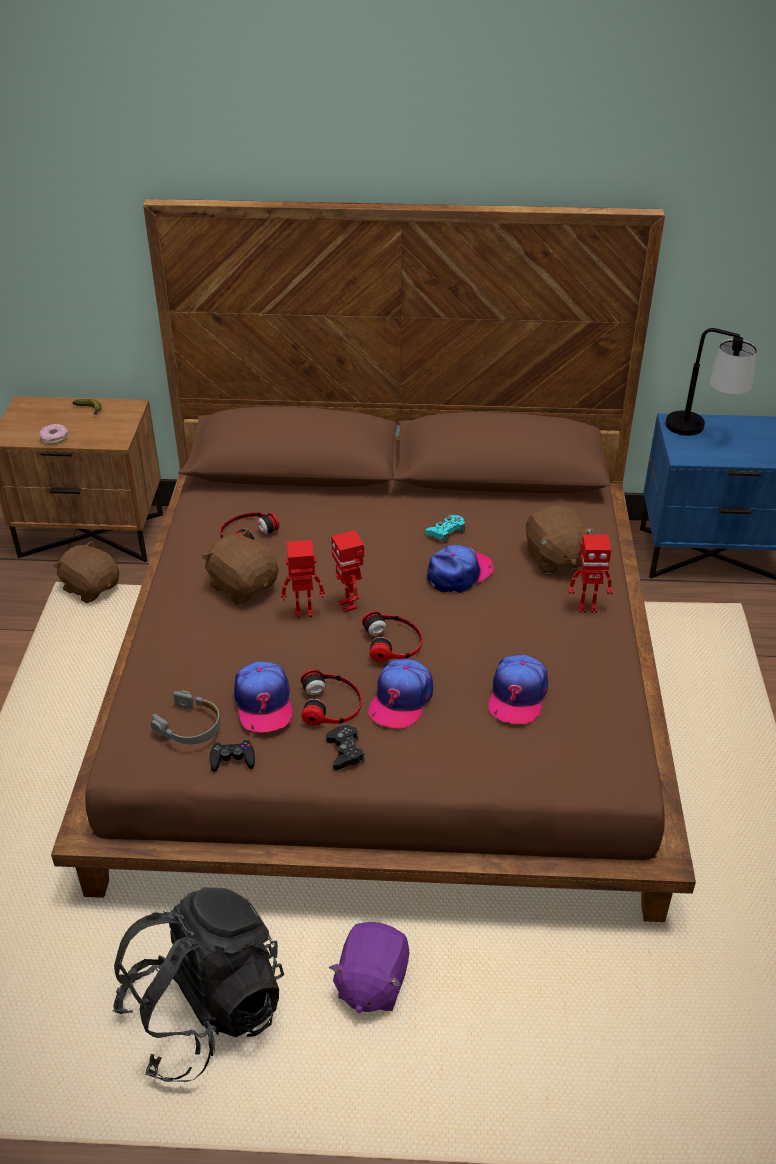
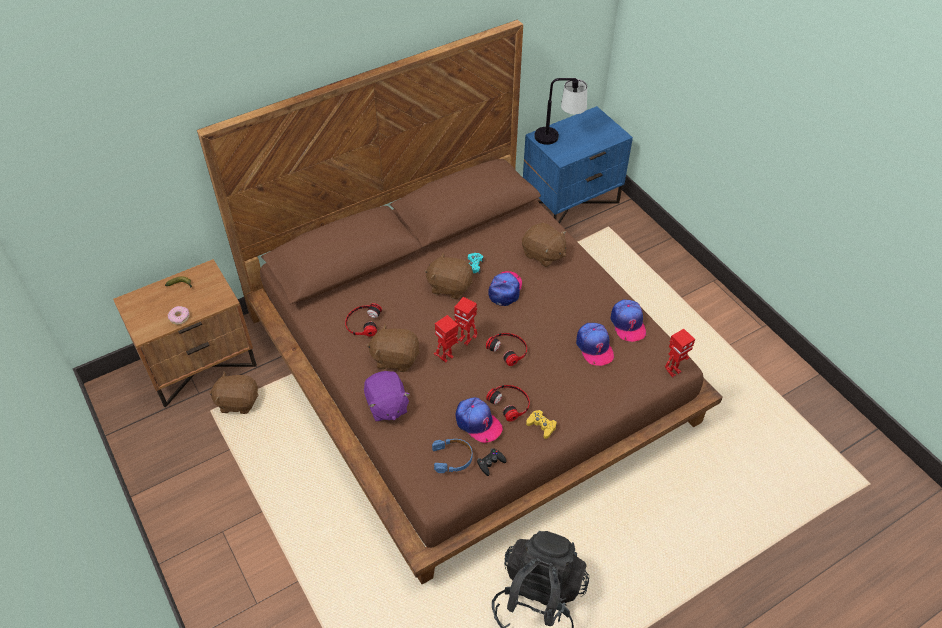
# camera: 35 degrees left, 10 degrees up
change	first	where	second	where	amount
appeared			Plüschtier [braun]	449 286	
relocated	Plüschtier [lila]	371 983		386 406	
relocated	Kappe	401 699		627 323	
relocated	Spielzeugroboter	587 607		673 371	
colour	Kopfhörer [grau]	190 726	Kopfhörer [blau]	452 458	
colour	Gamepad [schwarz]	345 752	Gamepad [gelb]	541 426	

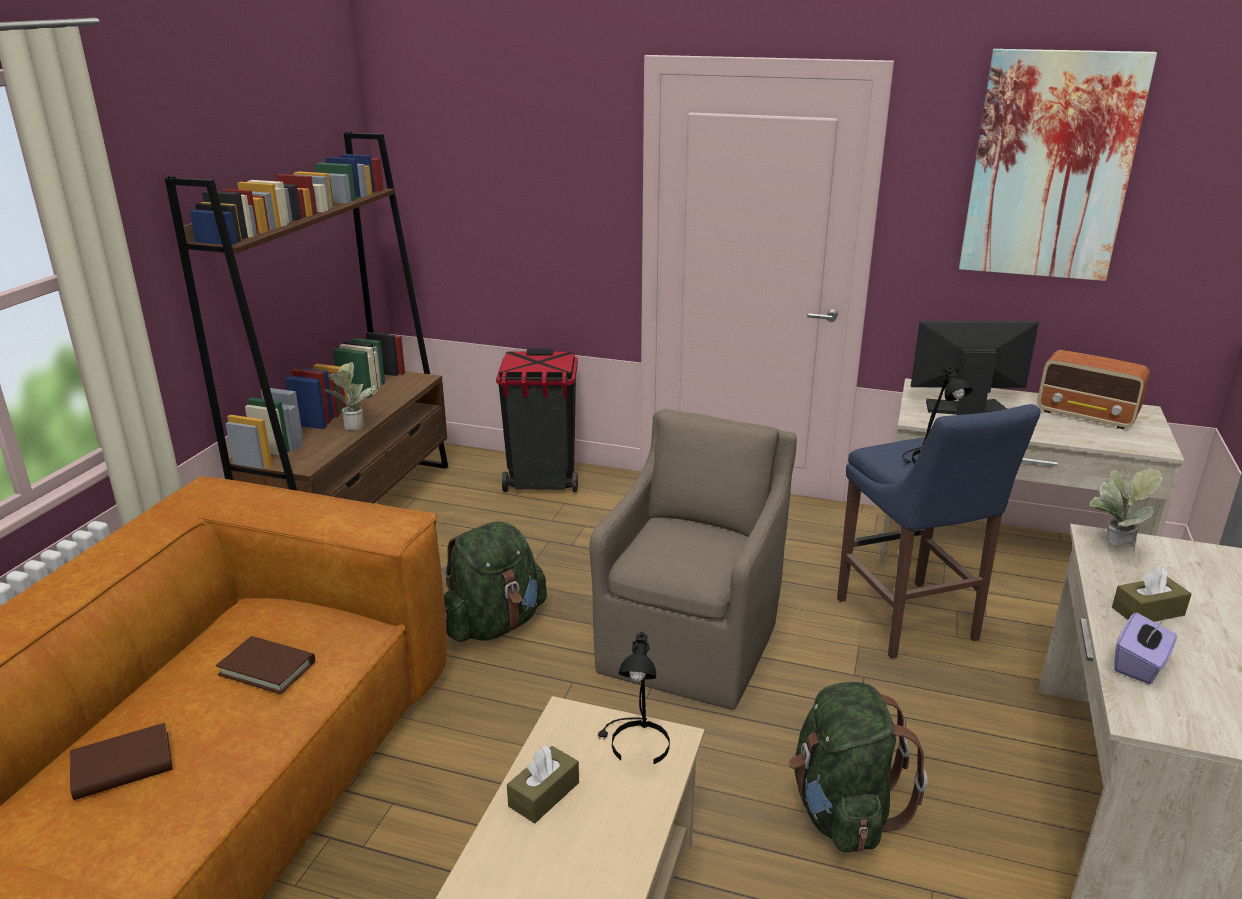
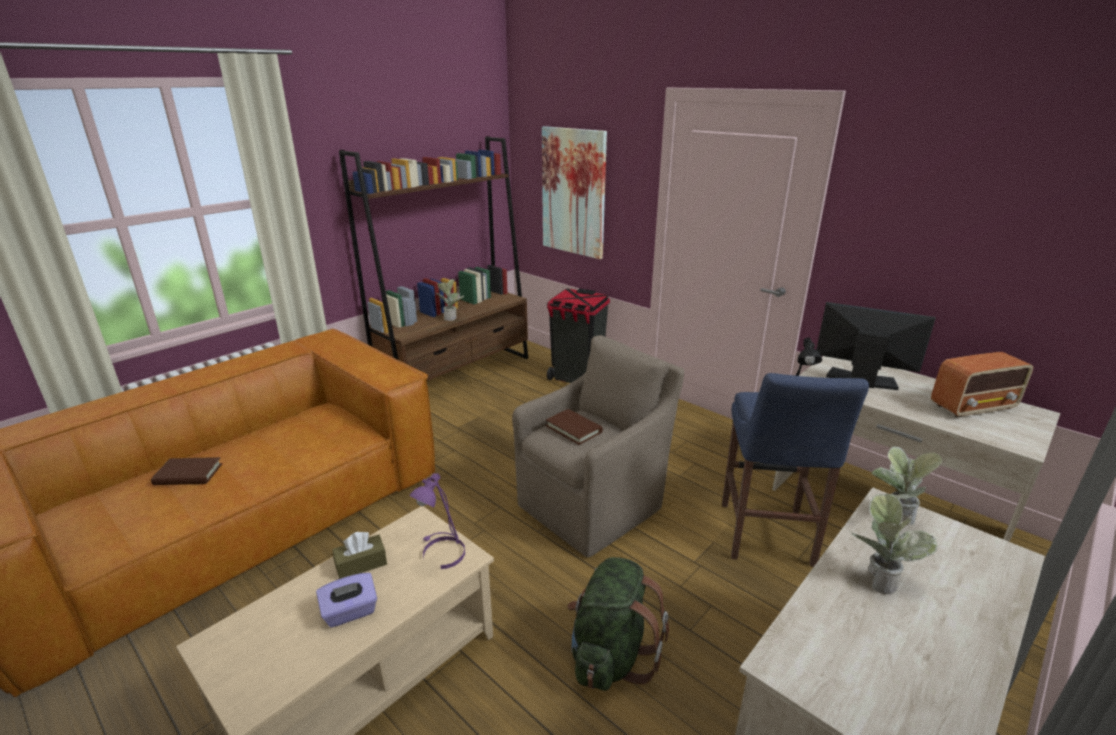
# camera: 25 degrees right, 0 degrees up
change	first	where	second	where	amount
missing	Rucksack [grün]	495 624			
relocated	Buch [braun]	267 668		573 429	
relocated	Bild	1050 167		573 192	
relocated	Taschentuchbox [lila]	1140 665		350 612	
exchanged	Taschentuchbox [braun]	1148 611	Topfpflanze	877 578	
colour	Tischlampe [schwarz]	635 745	Tischlampe [lila]	441 552	
spun	Radio	1087 416		973 406	75 degrees counterclockwise

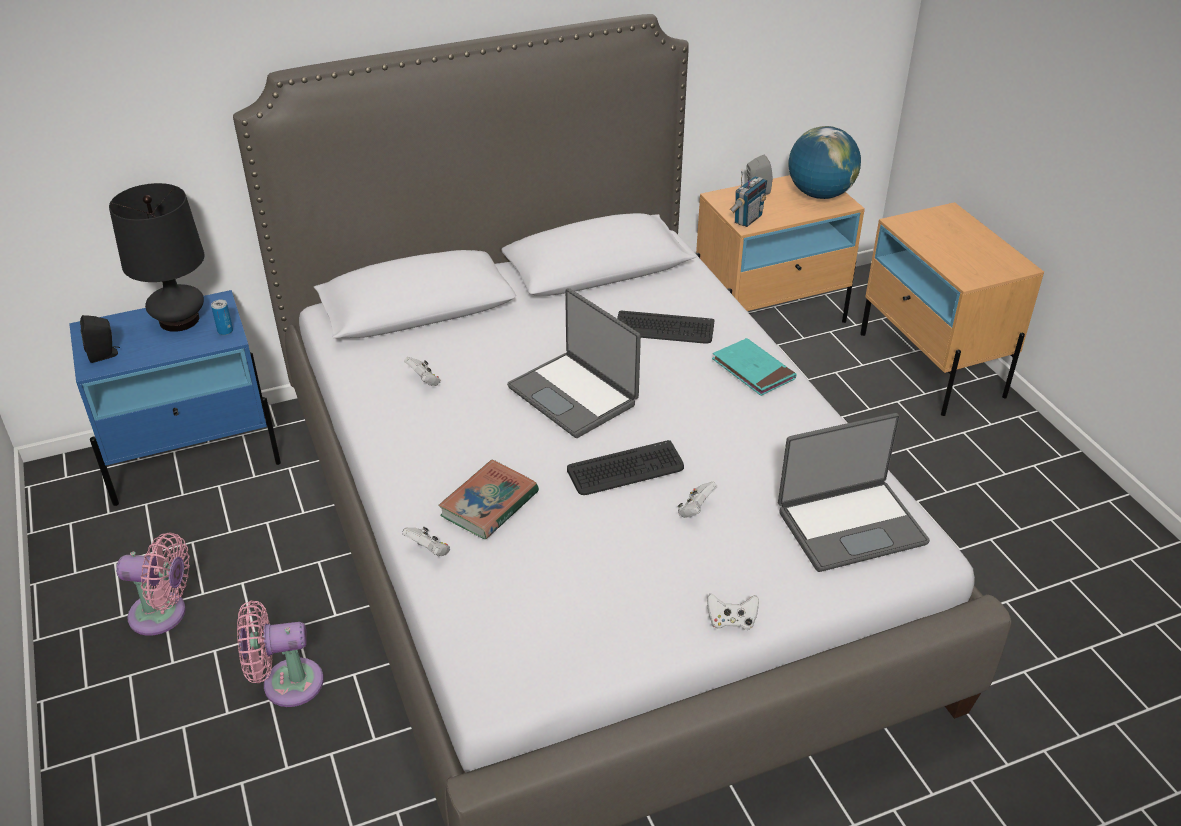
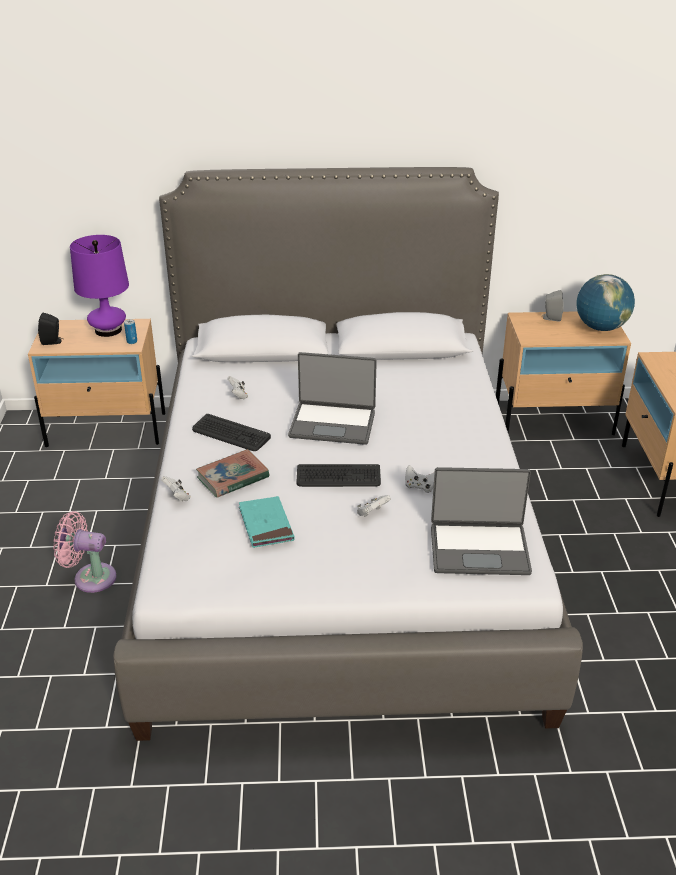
# camera: 20 degrees right, 5 degrees down
change	first	where	second	where	amount
missing	Ventilator [rosa]	163 614			
missing	Radio	747 219			
relocated	Tastatur	664 329		230 434	
relocated	Gamepad [weiß]	731 621		420 487	
relocated	Buch [türkis]	753 370		266 524	
colour	Nachttisch [blau]	194 458	Nachttisch [beige]	107 429	
colour	Tischlampe [schwarz]	179 320	Tischlampe [lila]	108 330	
spun	Laptop	574 395		333 424	60 degrees counterclockwise

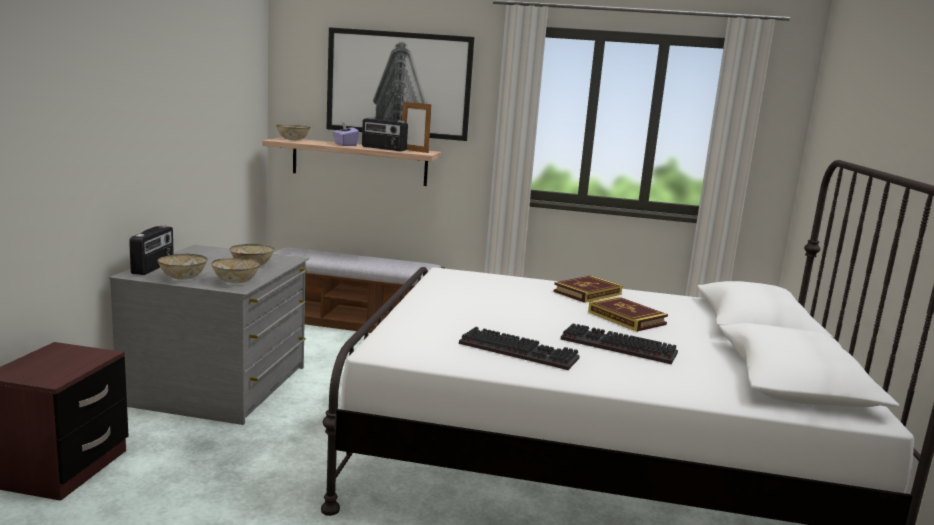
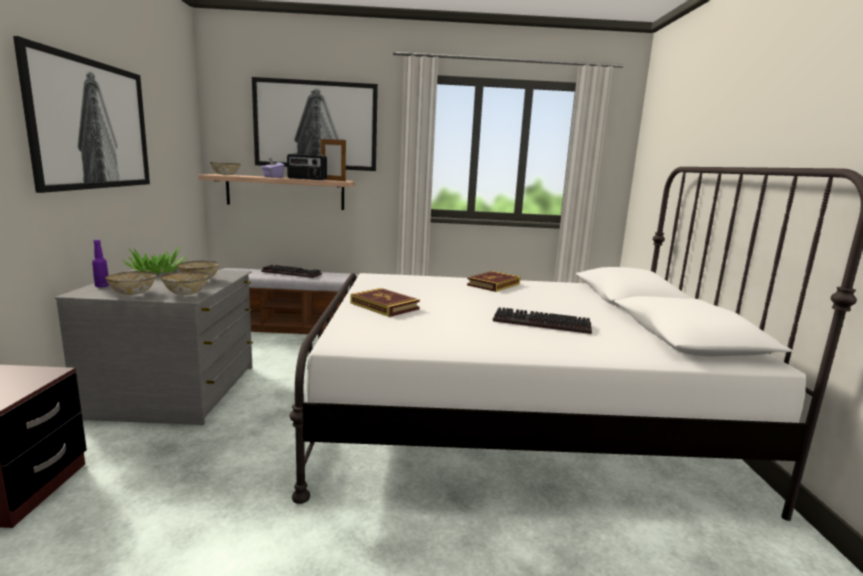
# camera: 10 degrees left, 0 degrees up
change	first	where	second	where	amount
appeared			Bild	91 125	
appeared			Topfpflanze	157 271	
relocated	Tastatur	521 351		293 273	
relocated	Buch	626 318		384 306	
exchanged	Radio	154 267	Flasche [lila]	102 286	

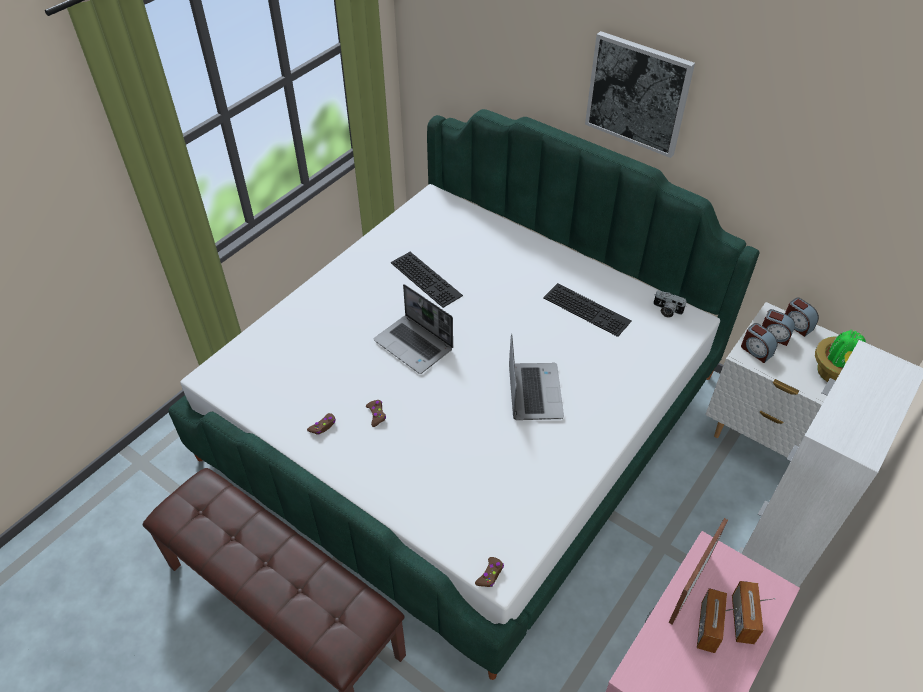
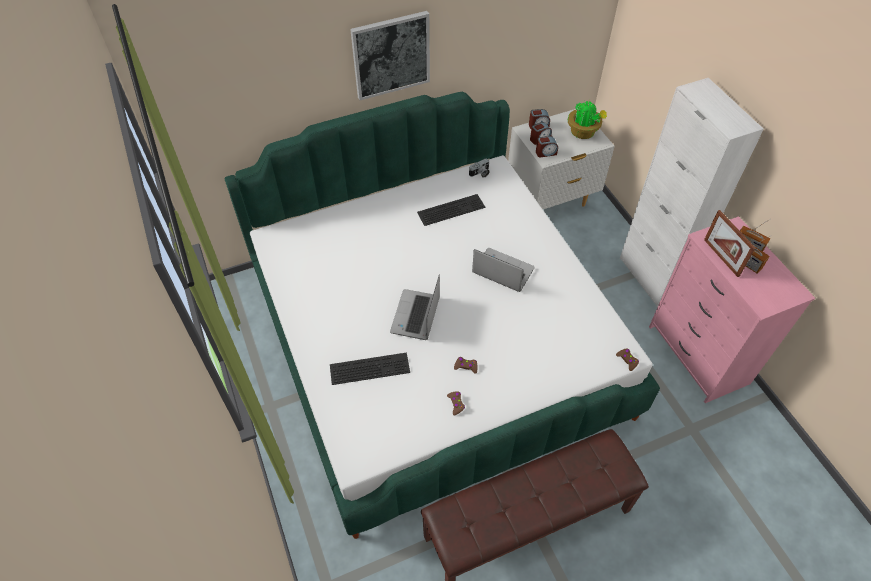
# camera: 60 degrees left, 5 degrees up
change	first	where	second	where	amount
relocated	Tastatur	427 278		370 367	
spun	Laptop	414 345		416 316	120 degrees clockwise

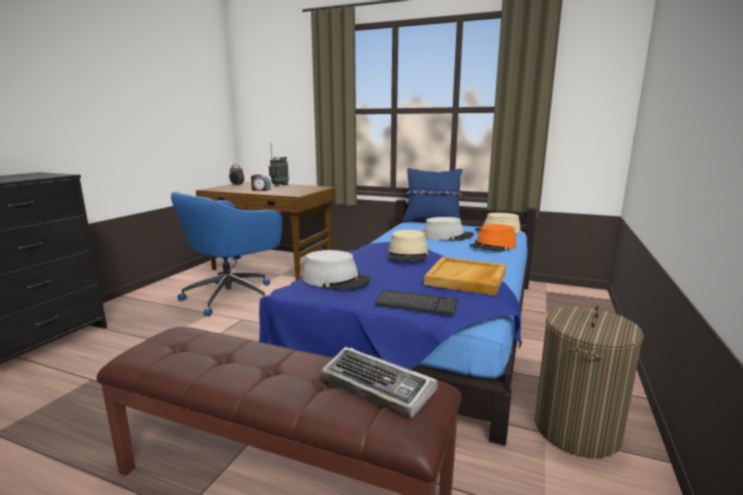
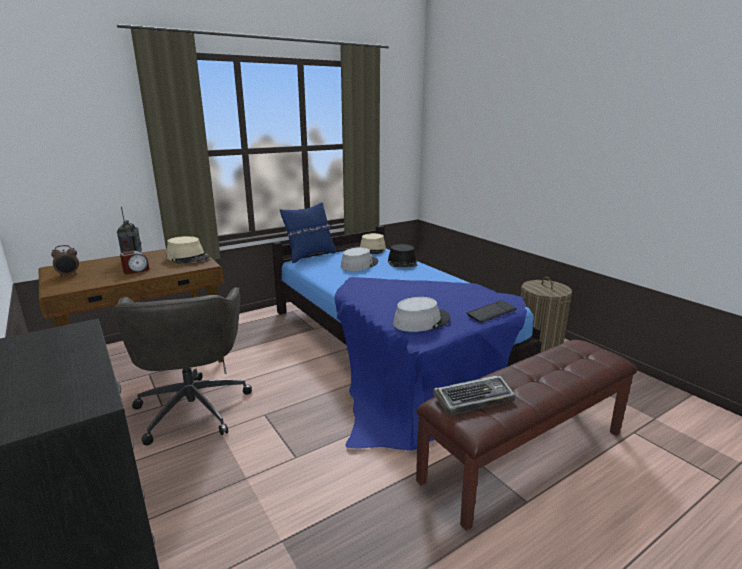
# camera: 55 degrees left, 5 degrees up
change	first	where	second	where	amount
missing	Tablett [beige]	466 279			
relocated	Tastatur	379 387		474 399	
relocated	Hut [beige]	408 255		188 257	
colour	Bürostuhl [blau]	232 295	Bürostuhl [grau]	193 406	
colour	Hut [orange]	493 246	Hut [schwarz]	402 262	

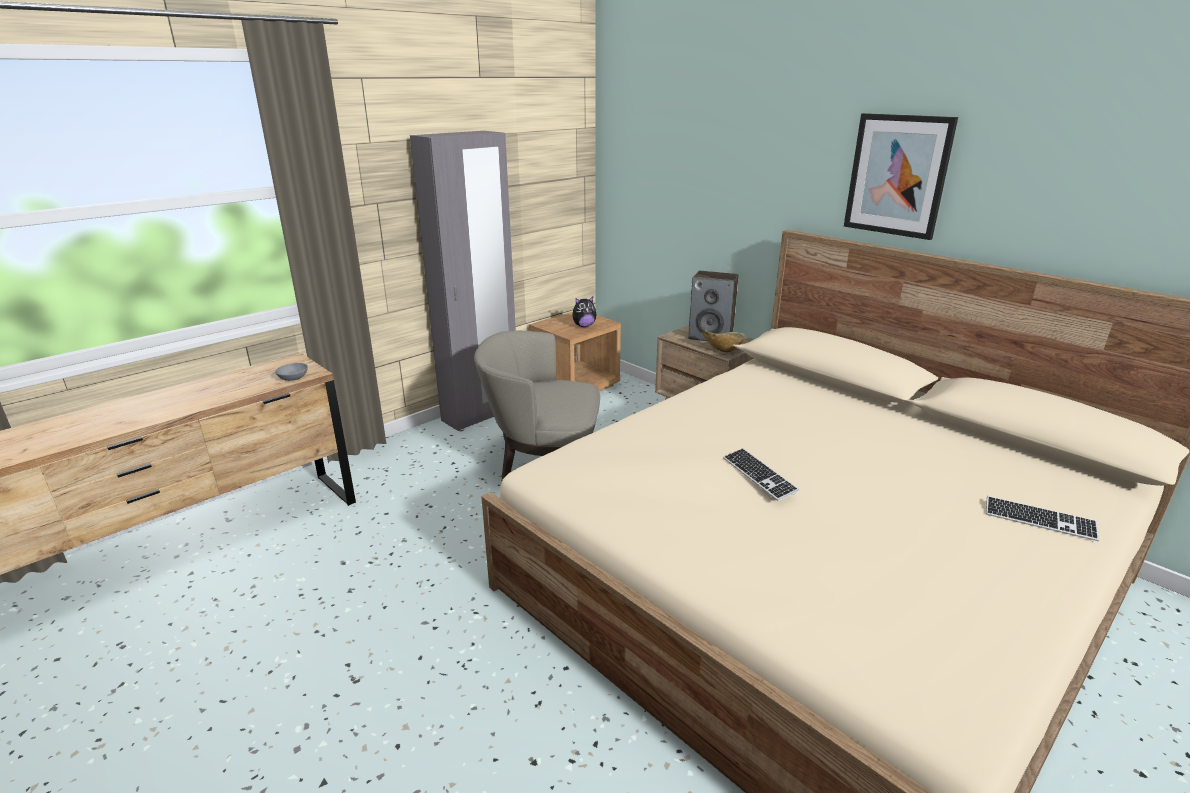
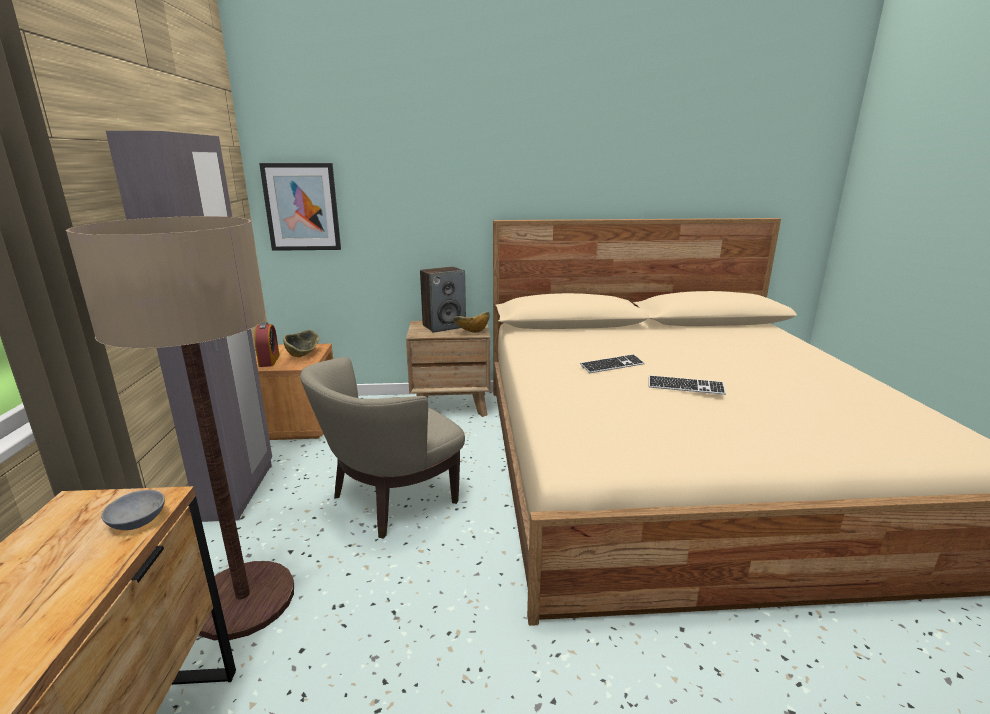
# camera: 50 degrees left, 5 degrees down
change	first	where	second	where	amount
appeared			Stehlampe	244 600	
appeared			Wecker	269 361	
relocated	Bild	897 175		302 207	
relocated	Tastatur	1039 520		612 365	
exchanged	Plüschtier	584 326	Schüssel	303 355	

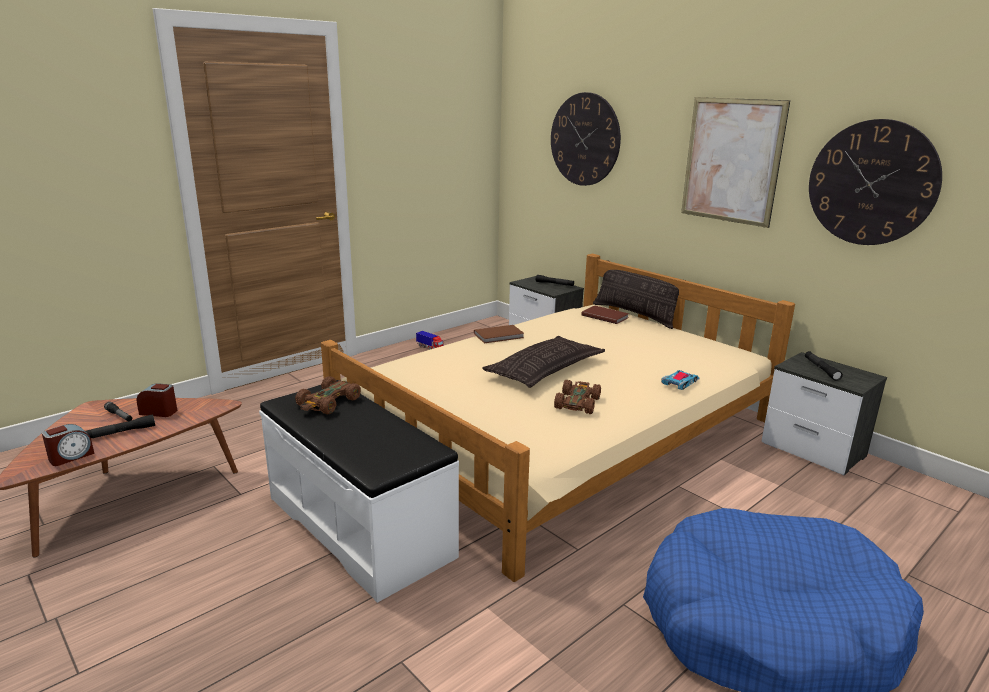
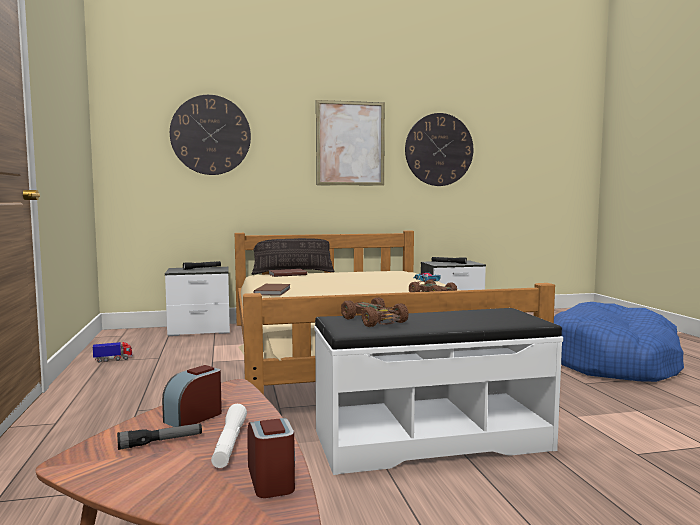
# camera: 60 degrees left, 15 degrees down
change	first	where	second	where	amount
missing	Kissen	545 369			
colour	Taschenlampe [schwarz]	119 433	Taschenlampe [weiß]	229 444	

